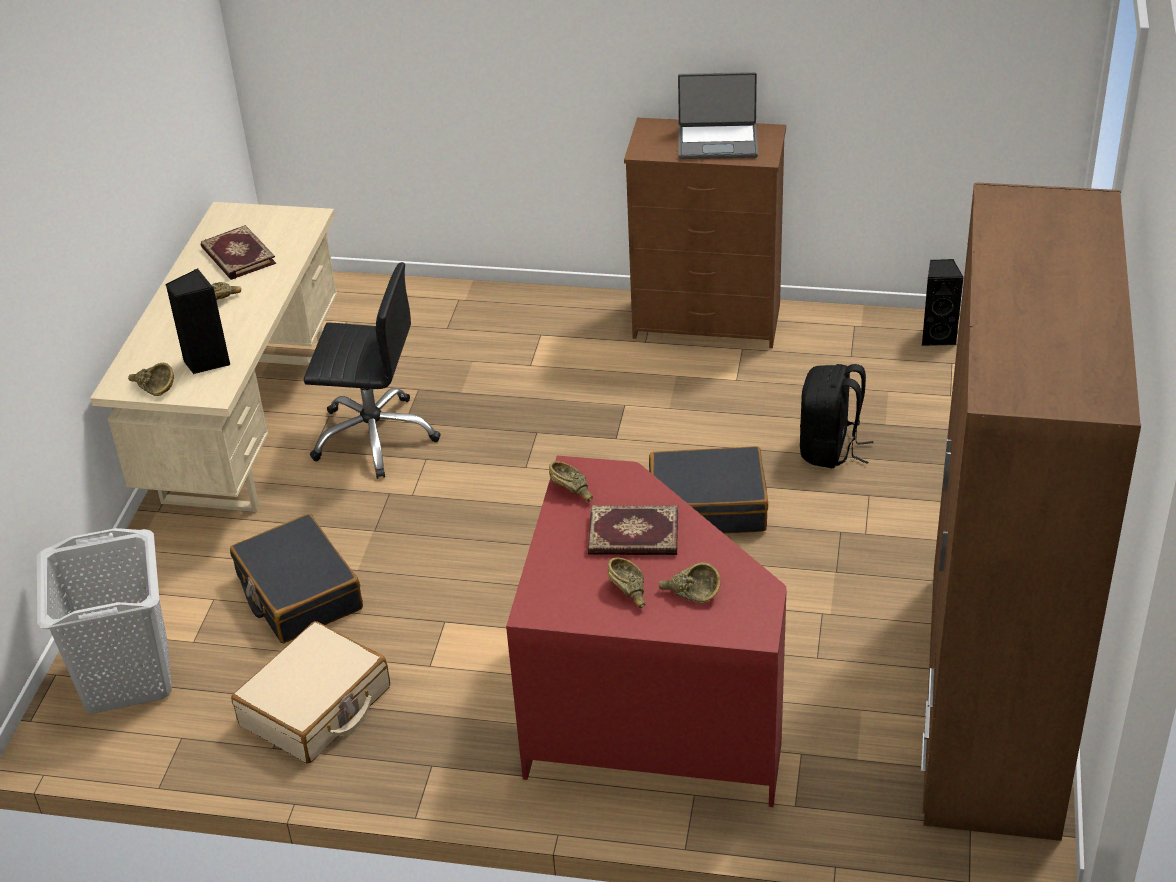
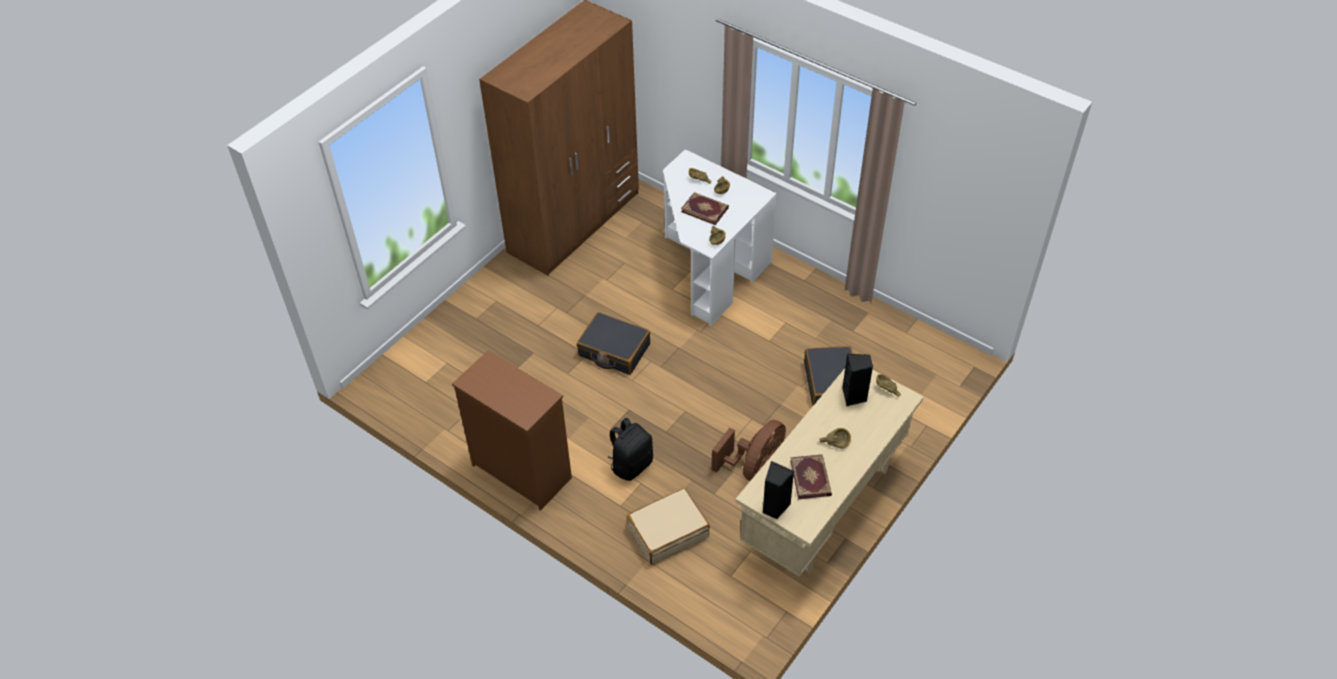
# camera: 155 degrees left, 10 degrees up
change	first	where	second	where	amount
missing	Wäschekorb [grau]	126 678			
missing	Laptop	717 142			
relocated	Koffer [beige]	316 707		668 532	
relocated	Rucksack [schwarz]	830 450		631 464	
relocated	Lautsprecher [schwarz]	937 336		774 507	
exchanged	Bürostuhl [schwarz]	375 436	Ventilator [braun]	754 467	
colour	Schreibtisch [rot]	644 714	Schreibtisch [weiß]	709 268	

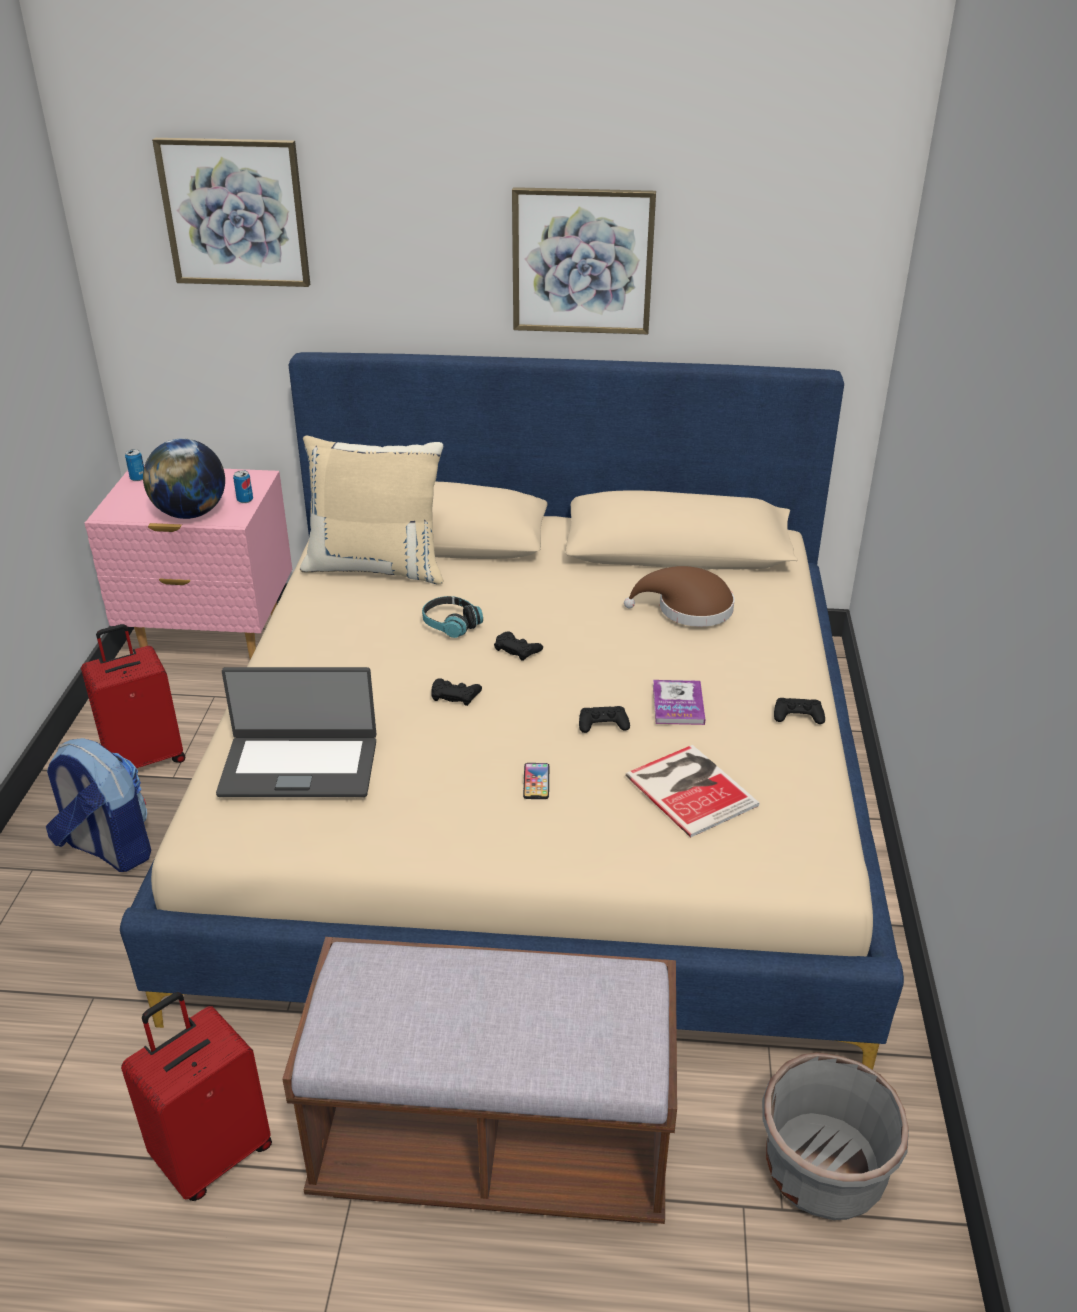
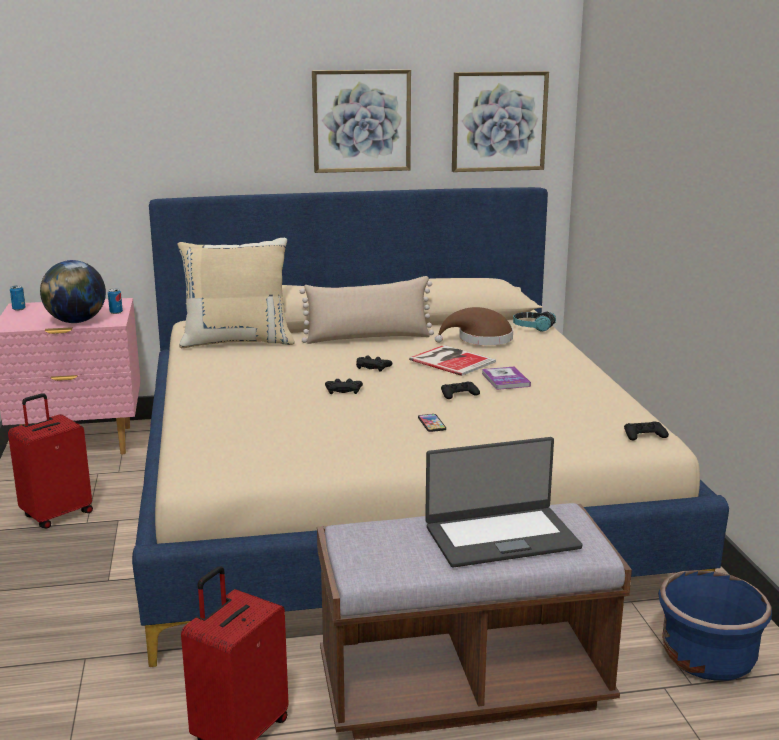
# camera: 15 degrees left, 15 degrees down
change	first	where	second	where	amount
missing	Rucksack	108 849			
appeared			Kissen [beige]	368 338	
relocated	Bild	235 213		499 121	
relocated	Laptop	299 766		501 536	
relocated	Kopfhörer	451 624		532 327	
relocated	Buch	691 788		451 360	
relocated	Gamepad [schwarz]	798 715		644 435	
colour	Pflanzkübel [grau]	823 1170	Pflanzkübel [blau]	707 659	

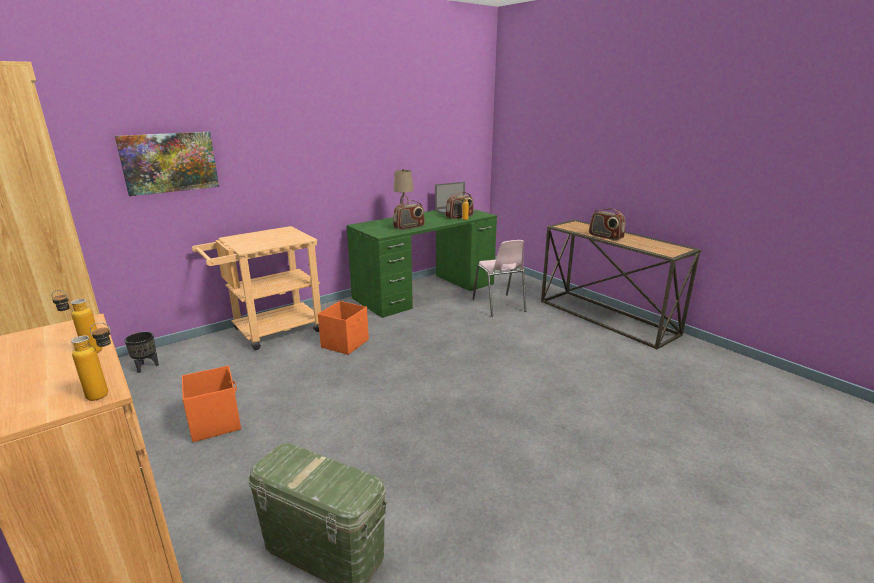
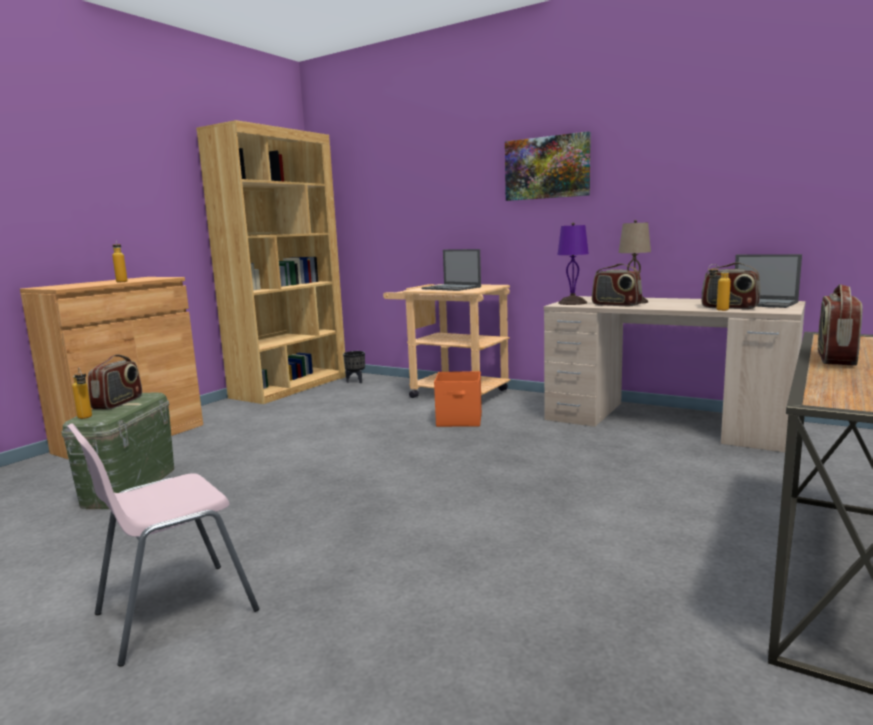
# camera: 70 degrees right, 10 degrees down
change	first	where	second	where	amount
missing	Aufbewahrungsbox [orange]	216 422			
appeared			Radio	118 403	
appeared			Laptop	452 288	
appeared			Tischlampe [lila]	572 303	
relocated	Flasche	107 394		86 418	
relocated	Bild	169 162		547 168	
relocated	Stuhl [rosa]	499 305		174 612	
colour	Schreibtisch [grün]	426 291	Schreibtisch [beige]	666 421	

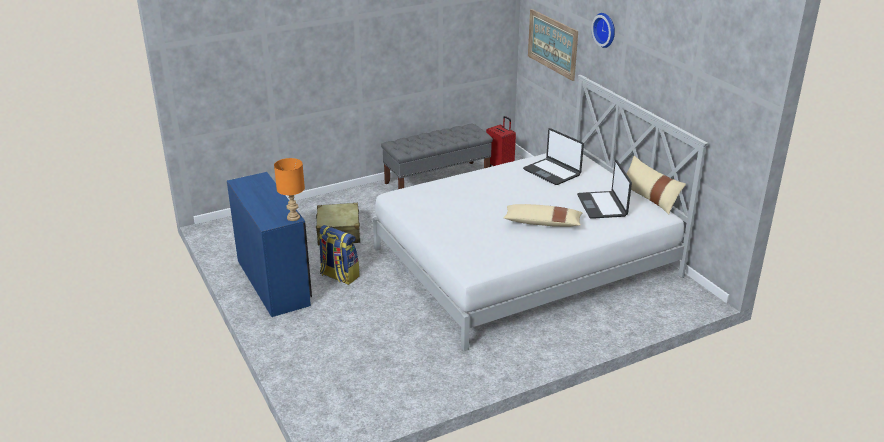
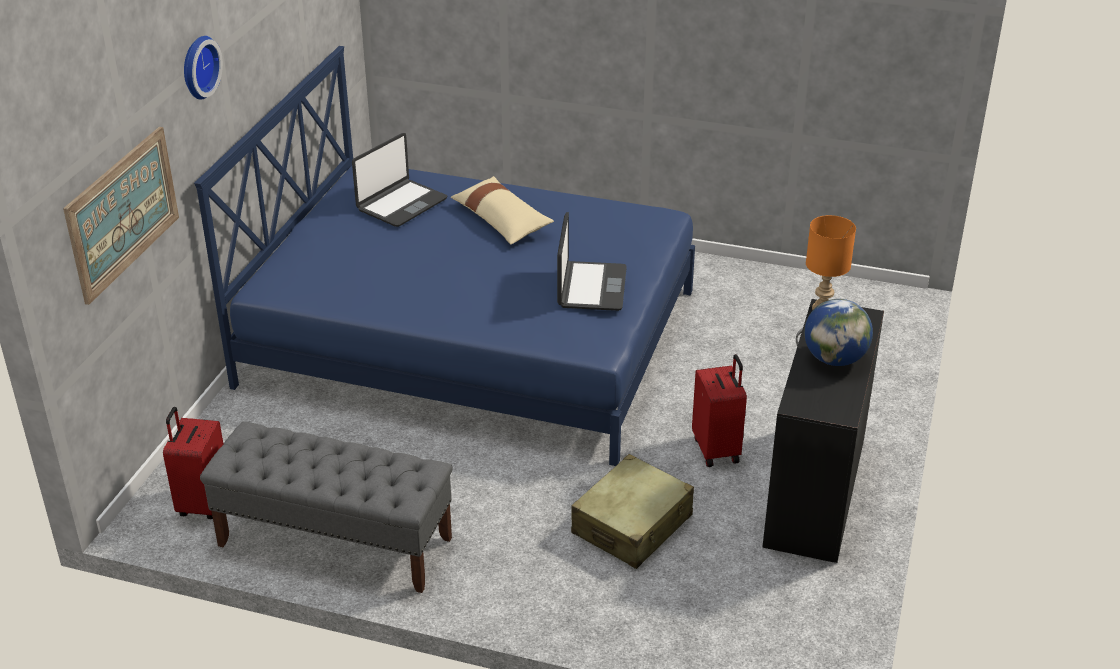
# camera: 135 degrees left, 5 degrees up
change	first	where	second	where	amount
missing	Kissen [beige]	649 197			
appeared			Globus	834 359	
relocated	Laptop	552 172		591 287	
exchanged	Rucksack	339 276	Koffer [rot]	717 450	
colour	Schreibtisch [blau]	274 282	Schreibtisch [schwarz]	813 491	
colour	Bett [weiß]	524 262	Bett [blau]	471 338	

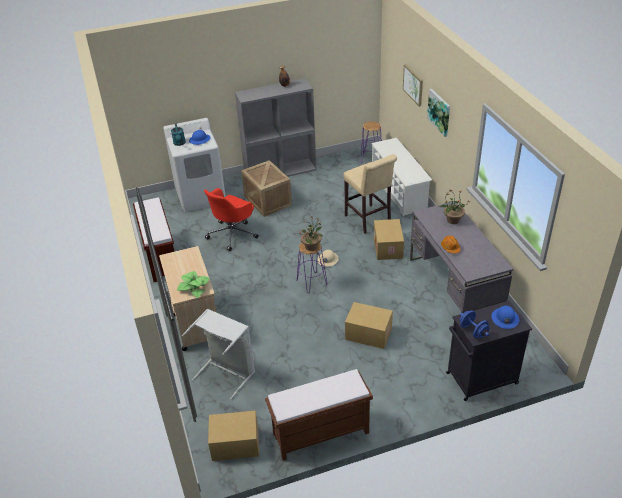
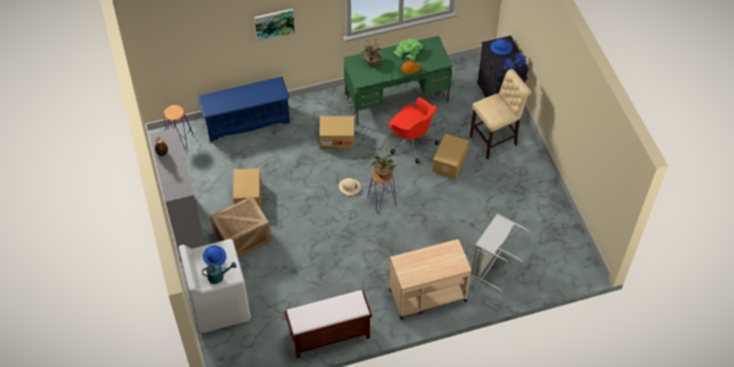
# camera: 90 degrees left, 15 degrees up
change	first	where	second	where	amount
missing	Bank [braun]	320 434			
missing	Bild	413 85			
relocated	Topfpflanze	194 287		408 51	
relocated	Bürostuhl [rot]	233 234		412 142	
relocated	Karton	235 445		248 196	
relocated	Hocker [beige]	369 220		495 140	
colour	Schuhregal [weiß]	399 191	Schuhregal [blau]	247 121	
colour	Schreibtisch [grau]	454 288	Schreibtisch [grün]	397 98	

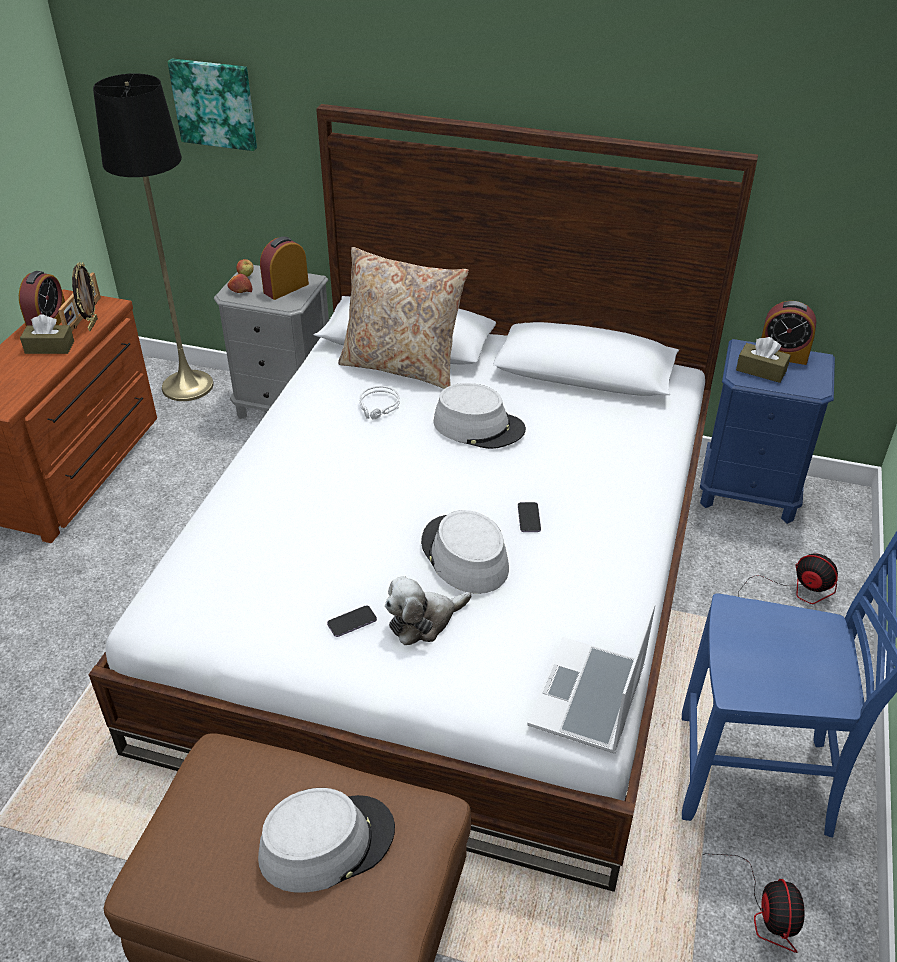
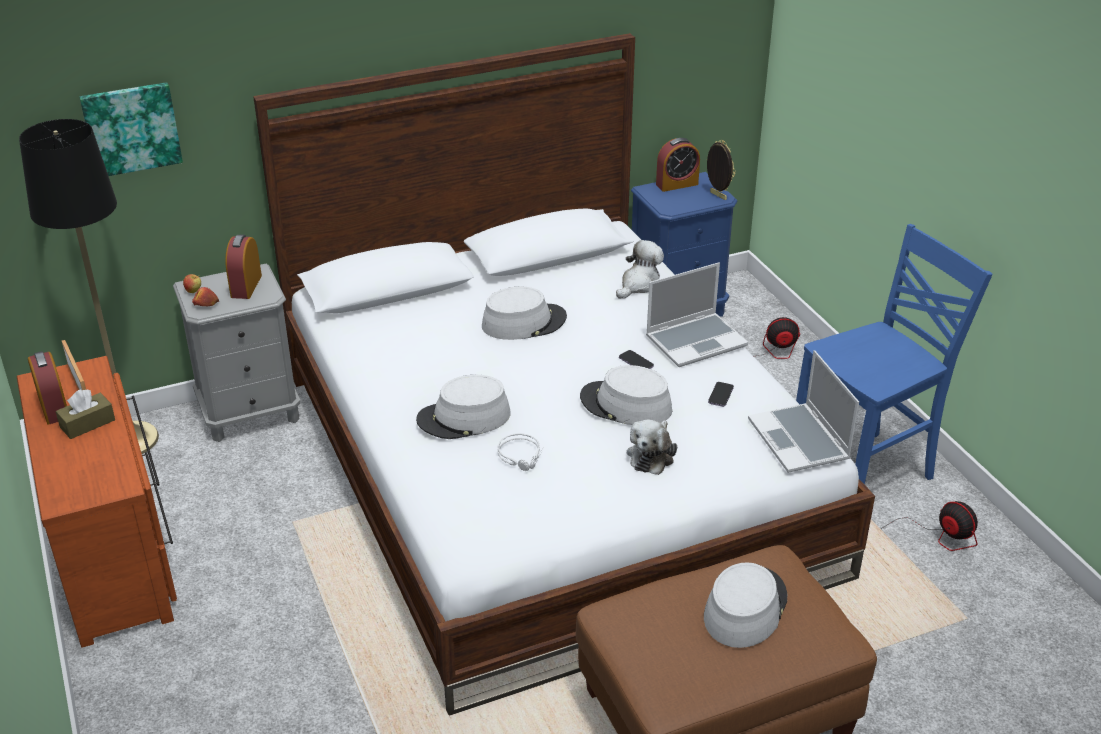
# camera: 40 degrees left, 5 degrees down
change	first	where	second	where	amount
missing	Kissen [beige]	402 366			
missing	Taschentuchbox [braun]	761 370			
appeared			Hut [grau]	464 418	
appeared			Plüschtier	639 285	
appeared			Laptop	696 340	
relocated	Bilderrahmen	92 324		717 196	
relocated	Handy	352 622		720 395	
relocated	Kopfhörer [grau]	379 407		522 456	

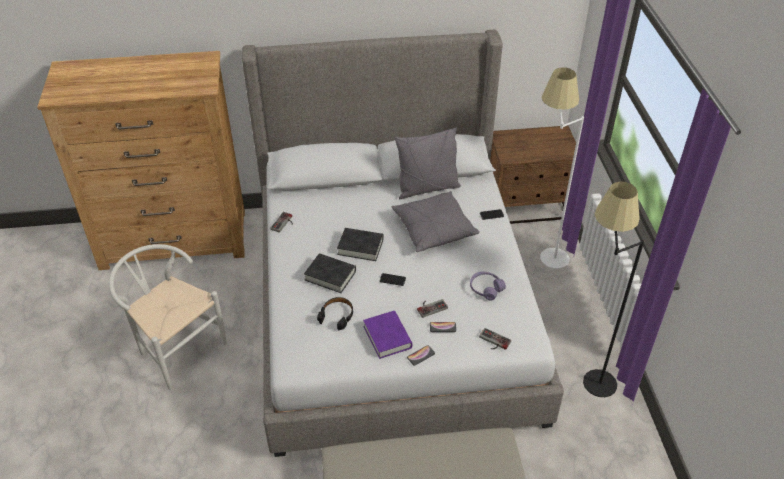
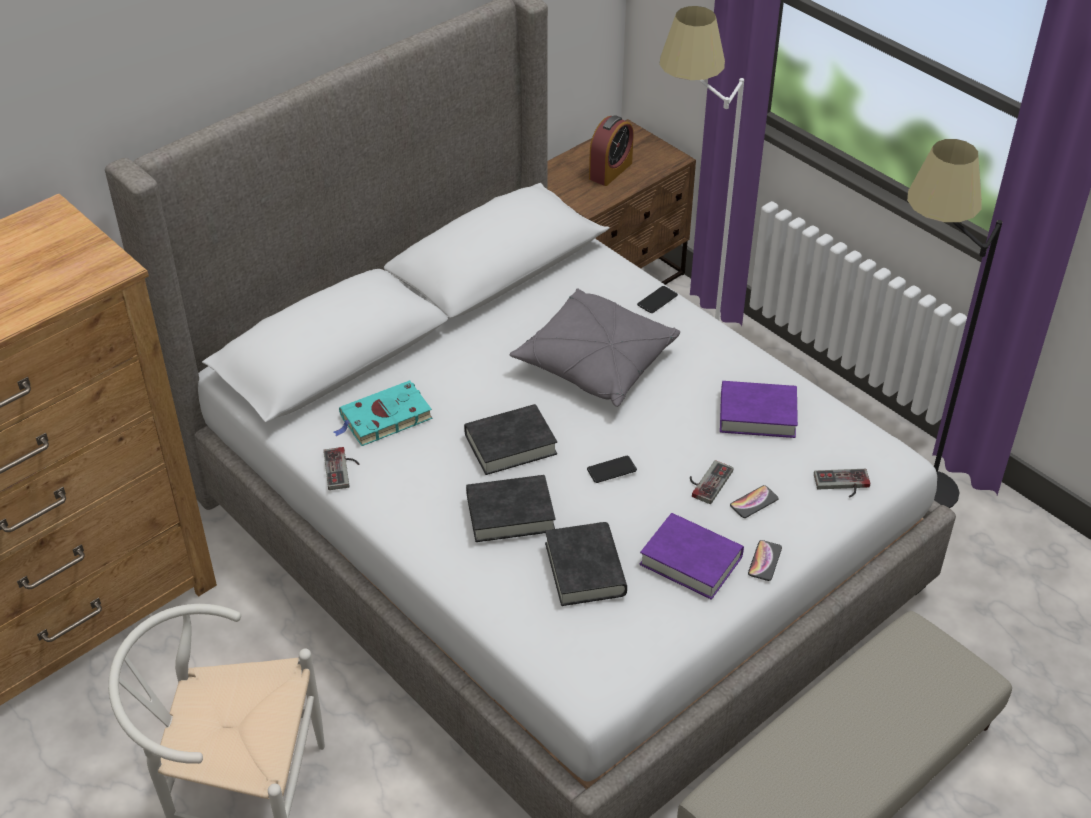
# camera: 35 degrees left, 0 degrees up
change	first	where	second	where	amount
missing	Kissen [grau]	427 188			
appeared			Buch [türkis]	383 418	
appeared			Wecker	610 171	
exchanged	Kopfhörer [schwarz]	337 315	Buch [schwarz]	585 569	
exchanged	Kopfhörer [lila]	486 289	Buch [lila]	757 414	

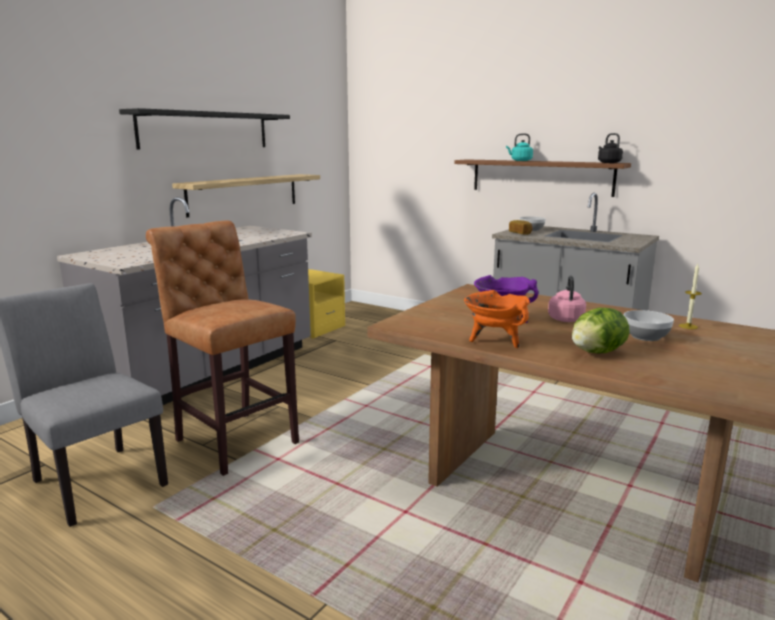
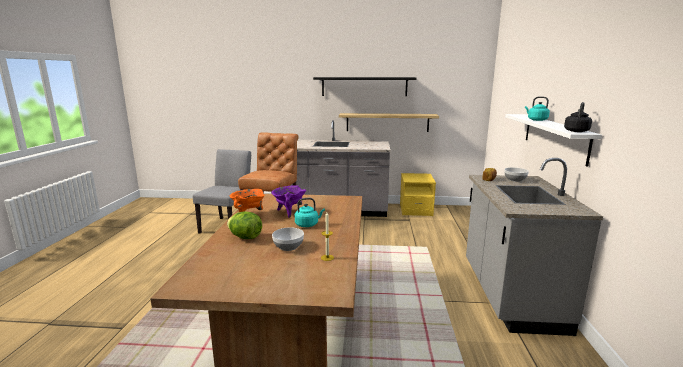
# camera: 60 degrees right, 0 degrees up
change	first	where	second	where	amount
colour	Wandregal [braun]	541 177	Wandregal [weiß]	554 136	
colour	Wasserkessel [rosa]	565 319	Wasserkessel [türkis]	308 224	

